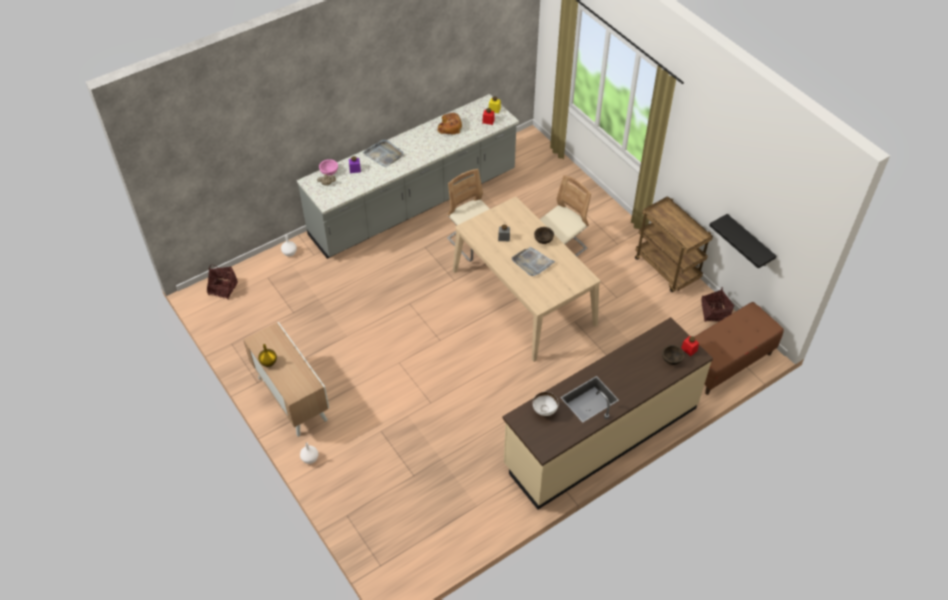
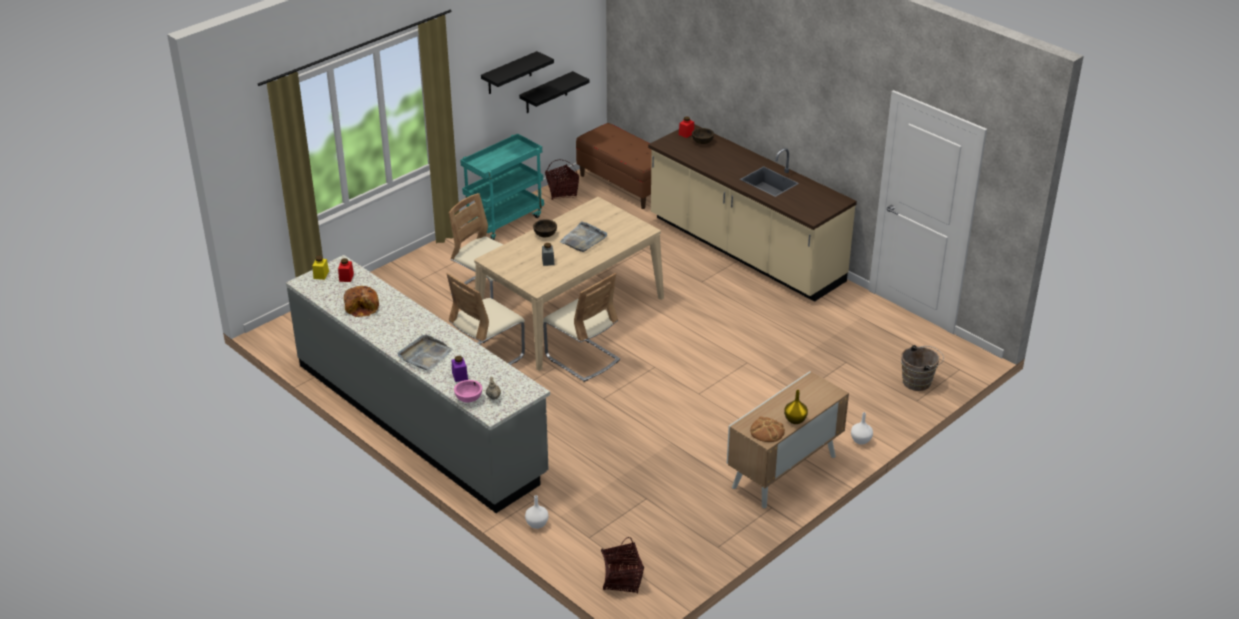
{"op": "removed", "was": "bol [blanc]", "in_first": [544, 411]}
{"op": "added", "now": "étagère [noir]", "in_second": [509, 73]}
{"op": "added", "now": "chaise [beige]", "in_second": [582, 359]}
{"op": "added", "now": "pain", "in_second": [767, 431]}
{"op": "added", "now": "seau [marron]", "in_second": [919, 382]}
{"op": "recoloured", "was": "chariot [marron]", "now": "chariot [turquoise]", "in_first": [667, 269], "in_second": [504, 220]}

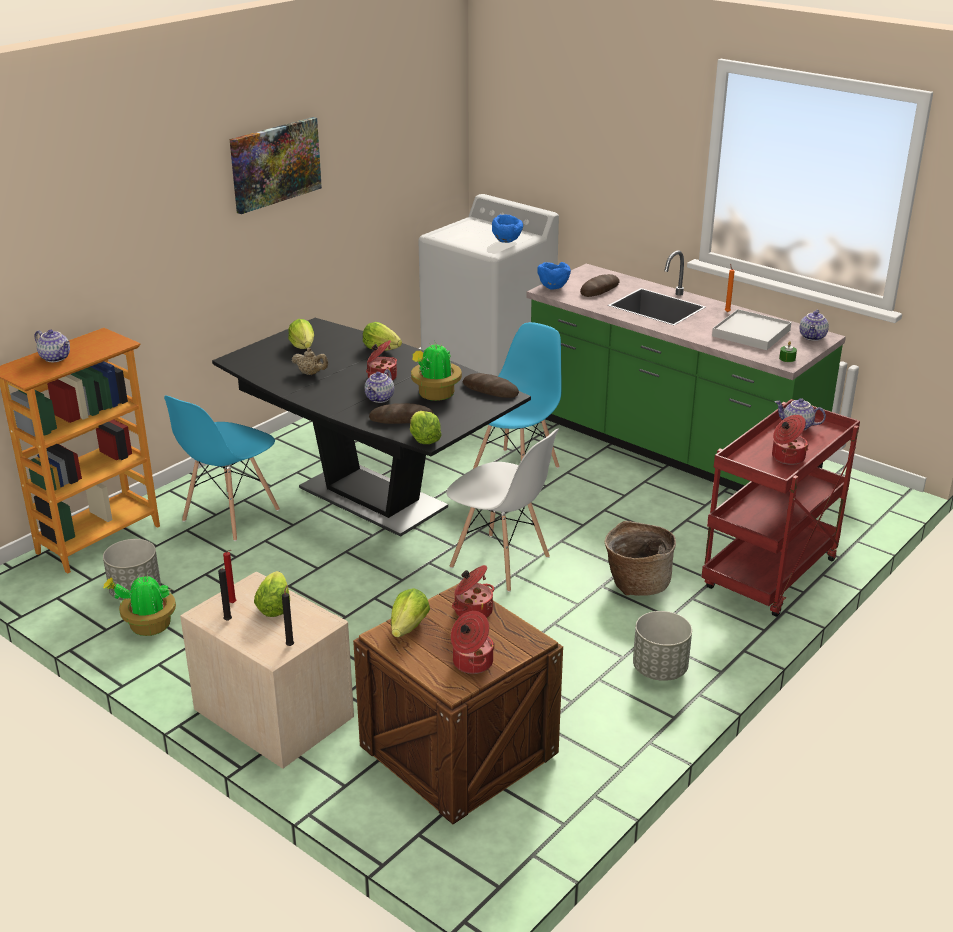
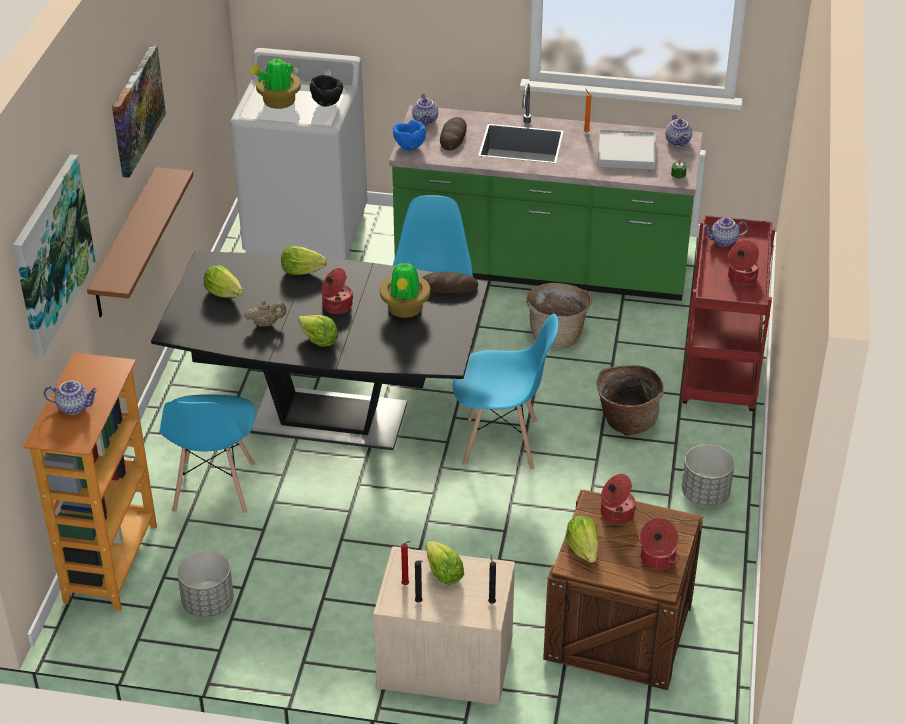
{"op": "removed", "was": "pain", "in_first": [401, 418]}
{"op": "added", "now": "tableau", "in_second": [51, 253]}
{"op": "added", "now": "étagère [marron]", "in_second": [125, 244]}
{"op": "added", "now": "panier", "in_second": [557, 335]}
{"op": "moved", "was": "plante en pot", "in_first": [148, 626], "in_second": [278, 102]}
{"op": "moved", "was": "théière", "in_first": [380, 398], "in_second": [426, 120]}
{"op": "moved", "was": "laitue", "in_first": [424, 440], "in_second": [319, 341]}
{"op": "recoloured", "was": "chaise [blanc]", "now": "chaise [bleu]", "in_first": [500, 563], "in_second": [501, 444]}
{"op": "recoloured", "was": "bol [bleu]", "now": "bol [noir]", "in_first": [507, 241], "in_second": [327, 103]}

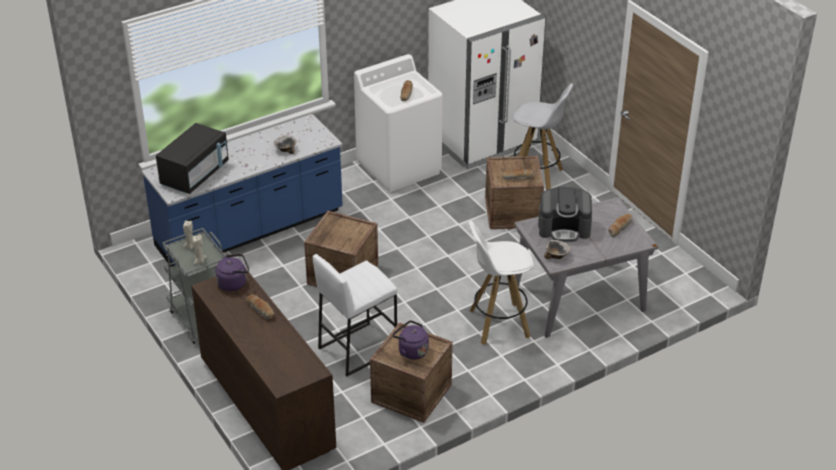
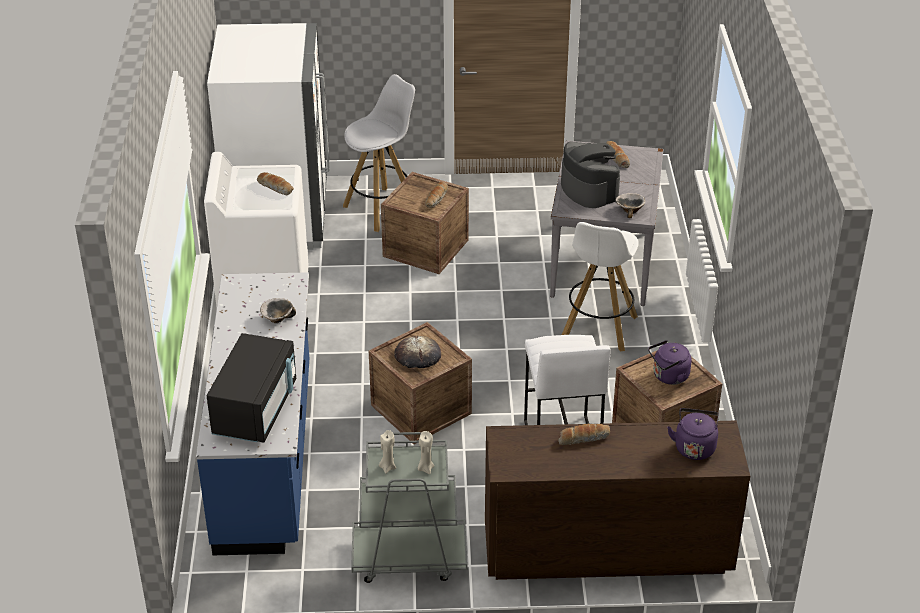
{"op": "added", "now": "pain", "in_second": [417, 356]}
{"op": "moved", "was": "bouilloire [violet]", "in_first": [234, 283], "in_second": [694, 447]}
{"op": "turned", "was": "micro-ondes [noir]", "in_first": [195, 174], "in_second": [255, 410], "clockwise": 45}
{"op": "turned", "was": "machine à café", "in_first": [564, 228], "in_second": [589, 189], "clockwise": -60}

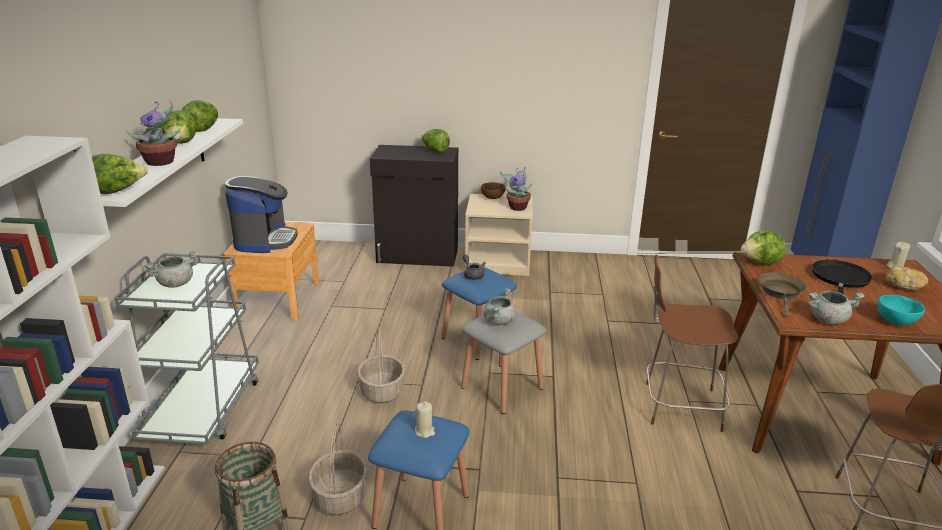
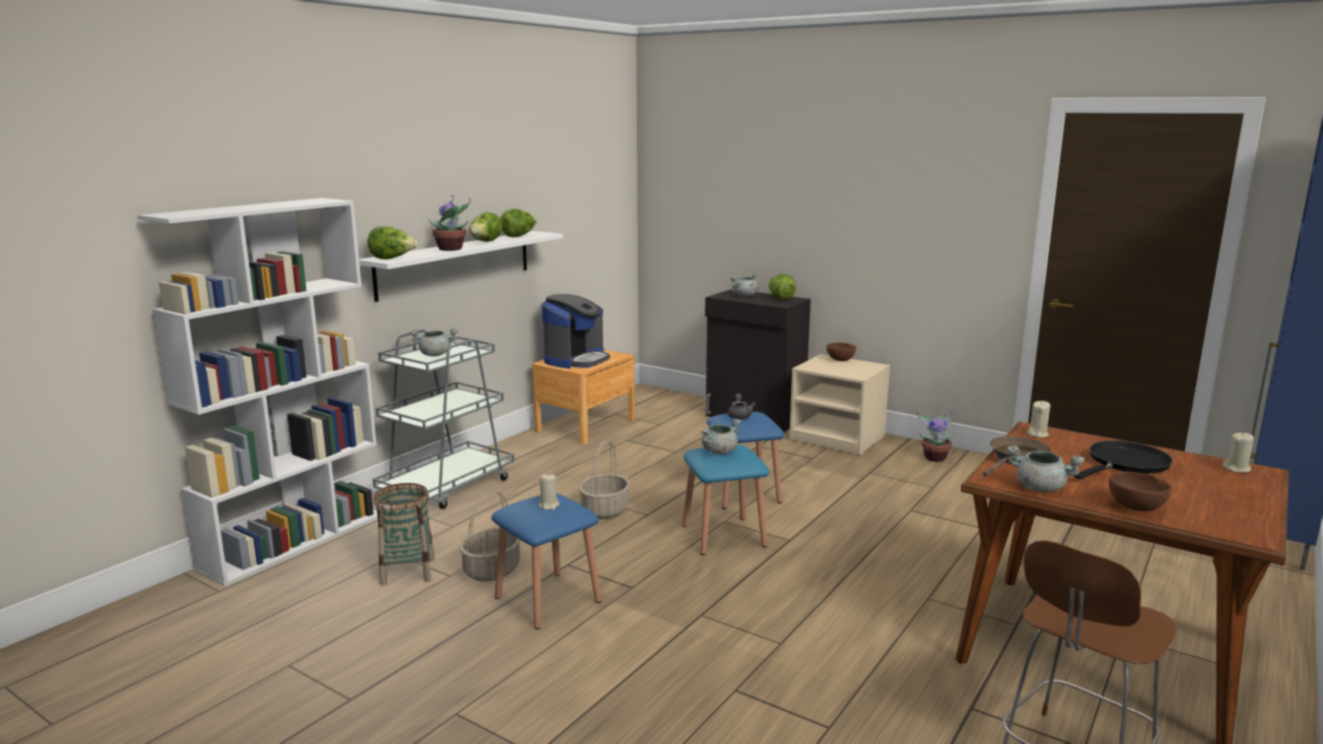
{"op": "removed", "was": "chaise [marron]", "in_first": [679, 406]}
{"op": "removed", "was": "pain", "in_first": [903, 286]}
{"op": "added", "now": "marmite [gris]", "in_second": [744, 296]}
{"op": "moved", "was": "plante en pot", "in_first": [517, 207], "in_second": [934, 457]}
{"op": "replaced", "was": "laitue", "now": "bougie [beige]", "in_first": [761, 263], "in_second": [1037, 434]}
{"op": "recoloured", "was": "tabouret [gris]", "now": "tabouret [bleu]", "in_first": [502, 388], "in_second": [723, 535]}
{"op": "recoloured", "was": "bol [turquoise]", "now": "bol [marron]", "in_first": [896, 322], "in_second": [1136, 508]}

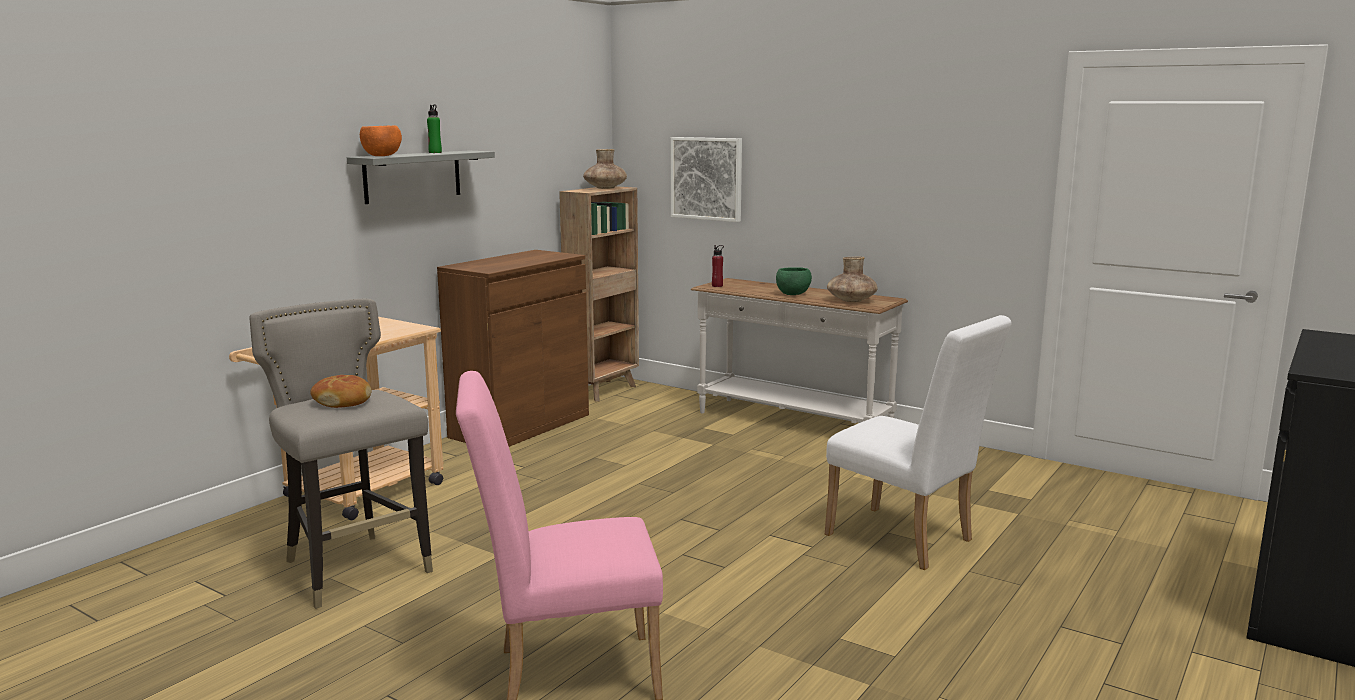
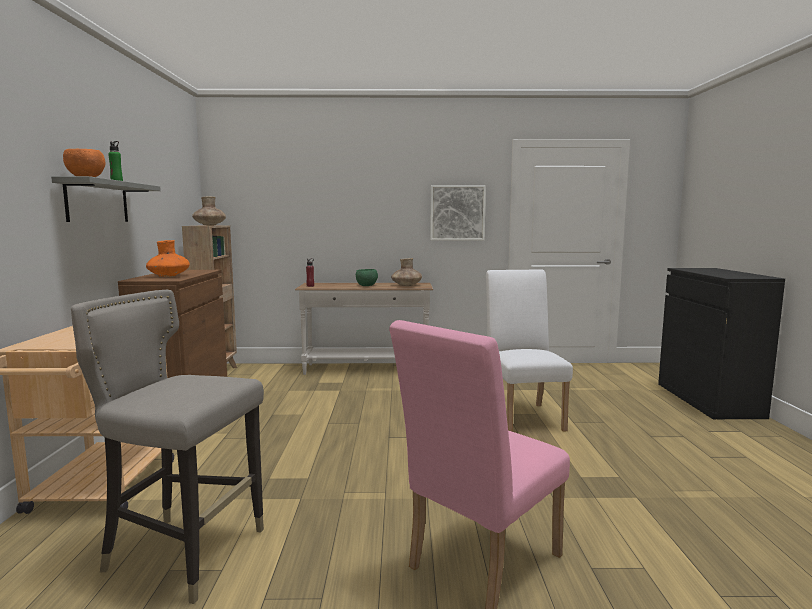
{"op": "removed", "was": "pain", "in_first": [342, 401]}
{"op": "added", "now": "vase [orange]", "in_second": [168, 276]}
{"op": "moved", "was": "tableau", "in_first": [707, 178], "in_second": [457, 213]}
{"op": "turned", "was": "chaise [blanc]", "in_first": [907, 541], "in_second": [523, 415], "clockwise": -105}

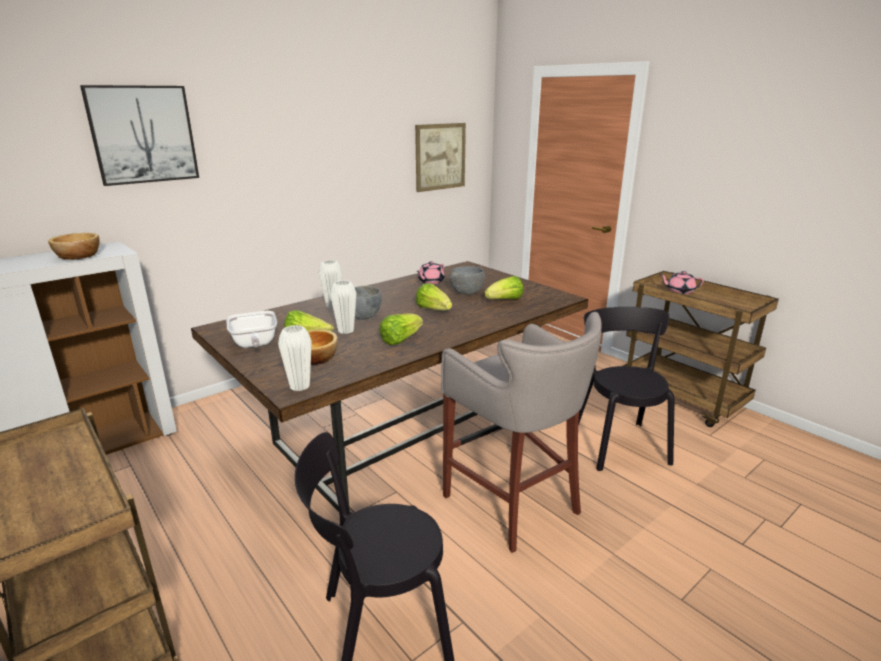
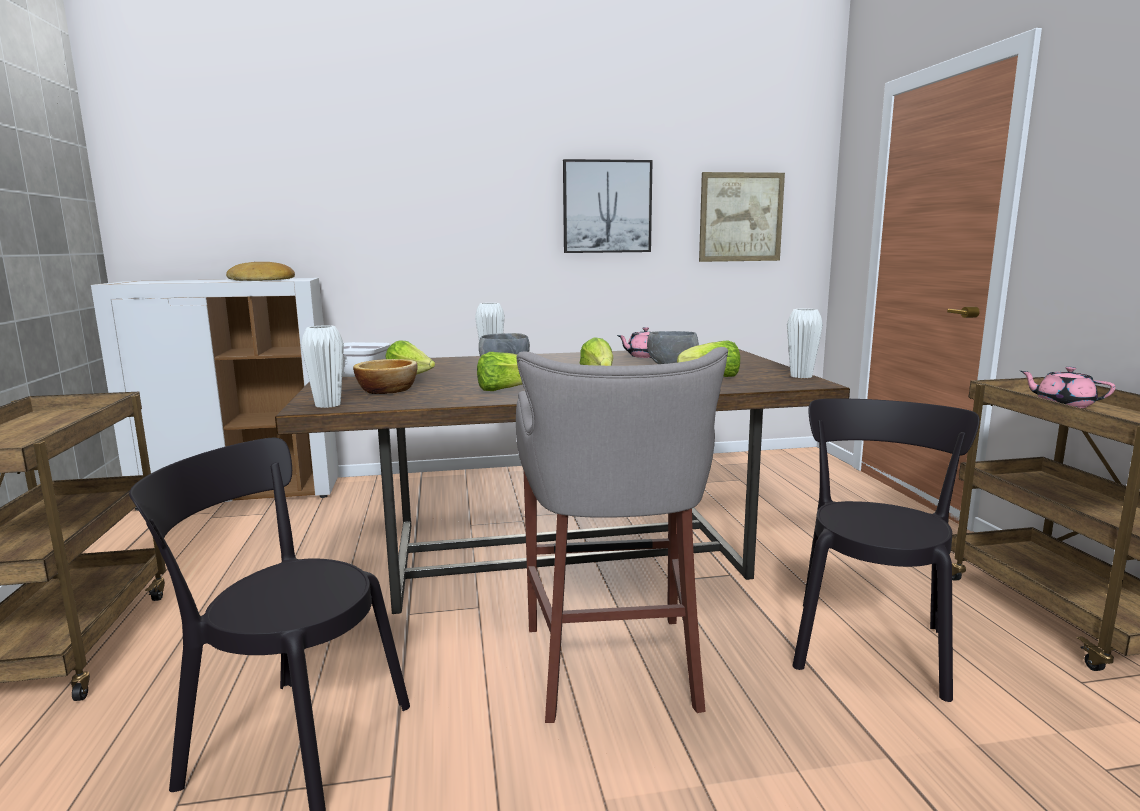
{"op": "moved", "was": "tableau", "in_first": [143, 134], "in_second": [607, 207]}
{"op": "moved", "was": "vase [blanc]", "in_first": [346, 330], "in_second": [801, 376]}
{"op": "replaced", "was": "bol", "now": "pain", "in_first": [79, 256], "in_second": [262, 280]}

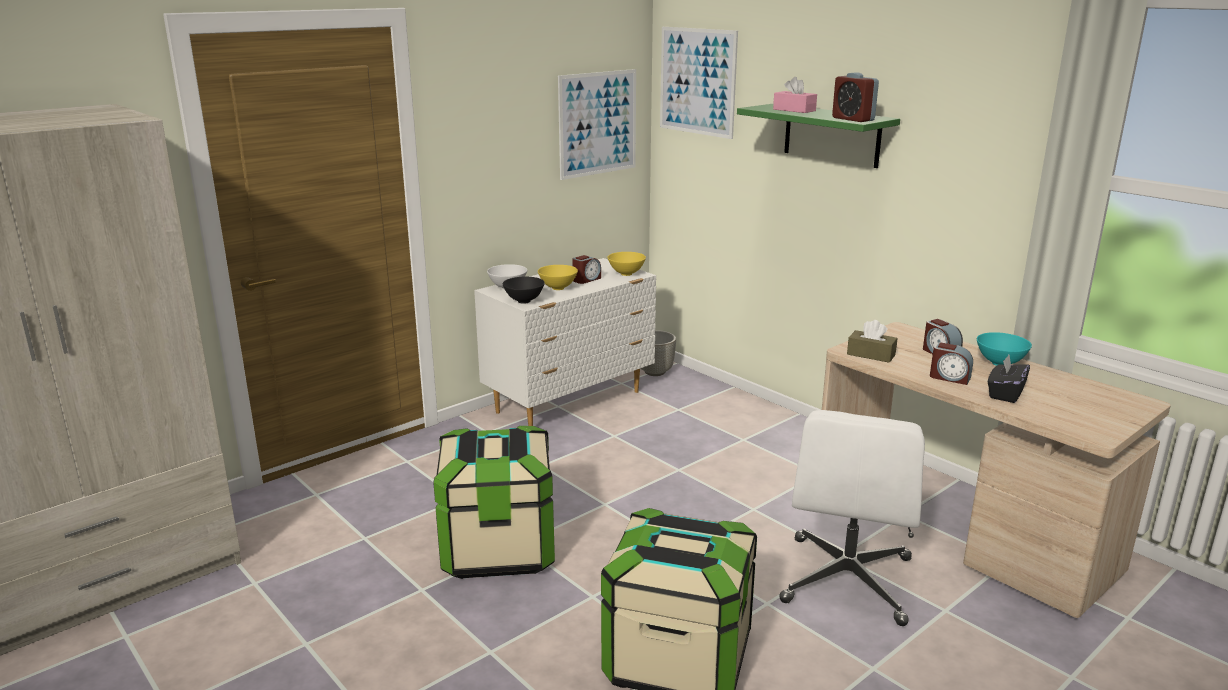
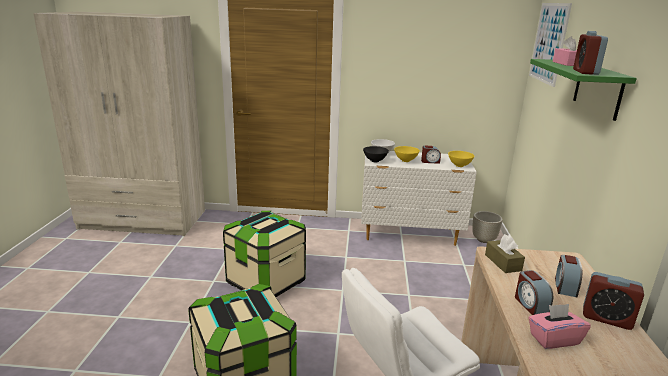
{"op": "removed", "was": "tableau", "in_first": [597, 123]}
{"op": "replaced", "was": "bol [turquoise]", "now": "réveil", "in_first": [1000, 363], "in_second": [606, 318]}
{"op": "recoloured", "was": "boîte à mouchoirs [noir]", "now": "boîte à mouchoirs [rose]", "in_first": [1005, 394], "in_second": [554, 339]}

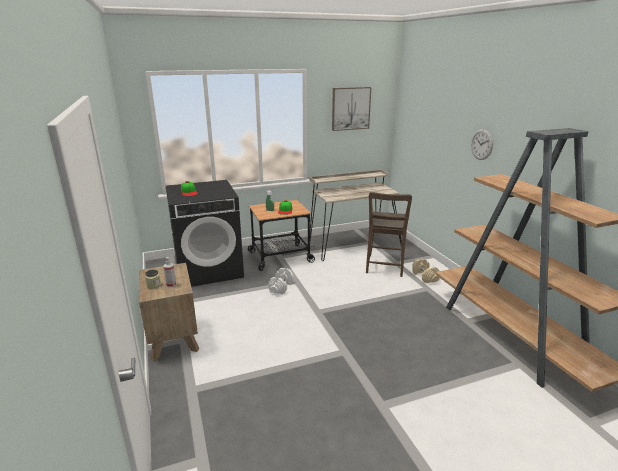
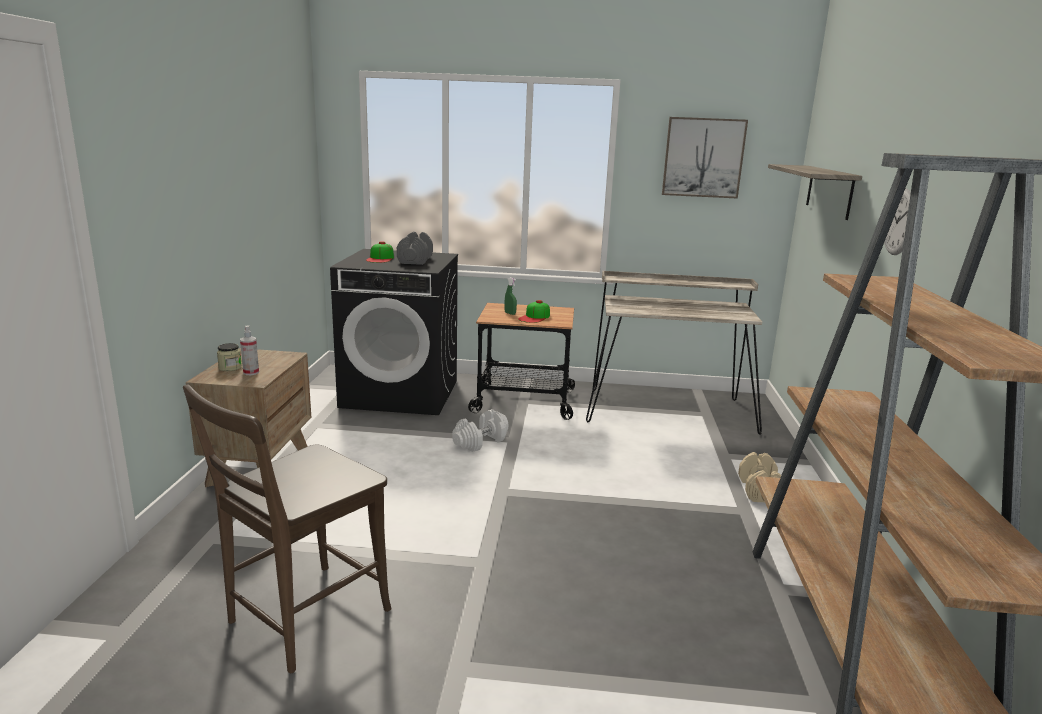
{"op": "added", "now": "haltère [gris]", "in_second": [415, 260]}
{"op": "added", "now": "étagère", "in_second": [829, 191]}
{"op": "moved", "was": "chaise [marron]", "in_first": [384, 267], "in_second": [302, 620]}

